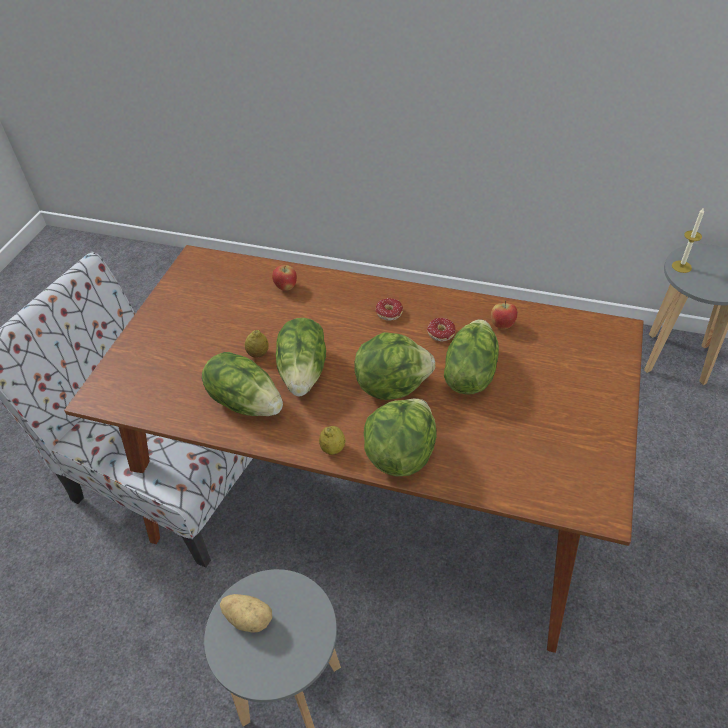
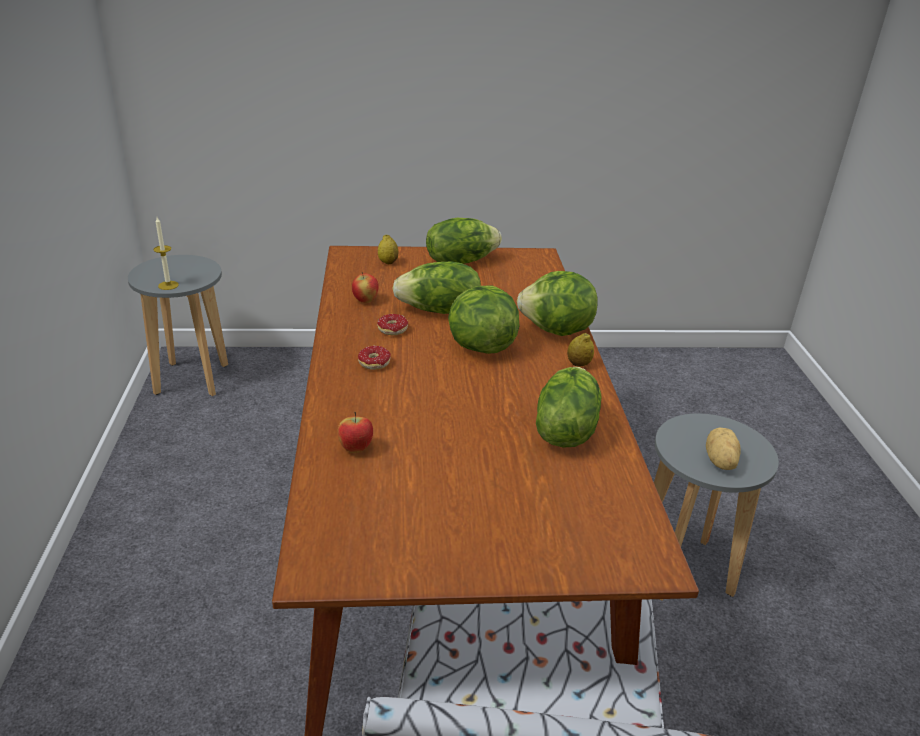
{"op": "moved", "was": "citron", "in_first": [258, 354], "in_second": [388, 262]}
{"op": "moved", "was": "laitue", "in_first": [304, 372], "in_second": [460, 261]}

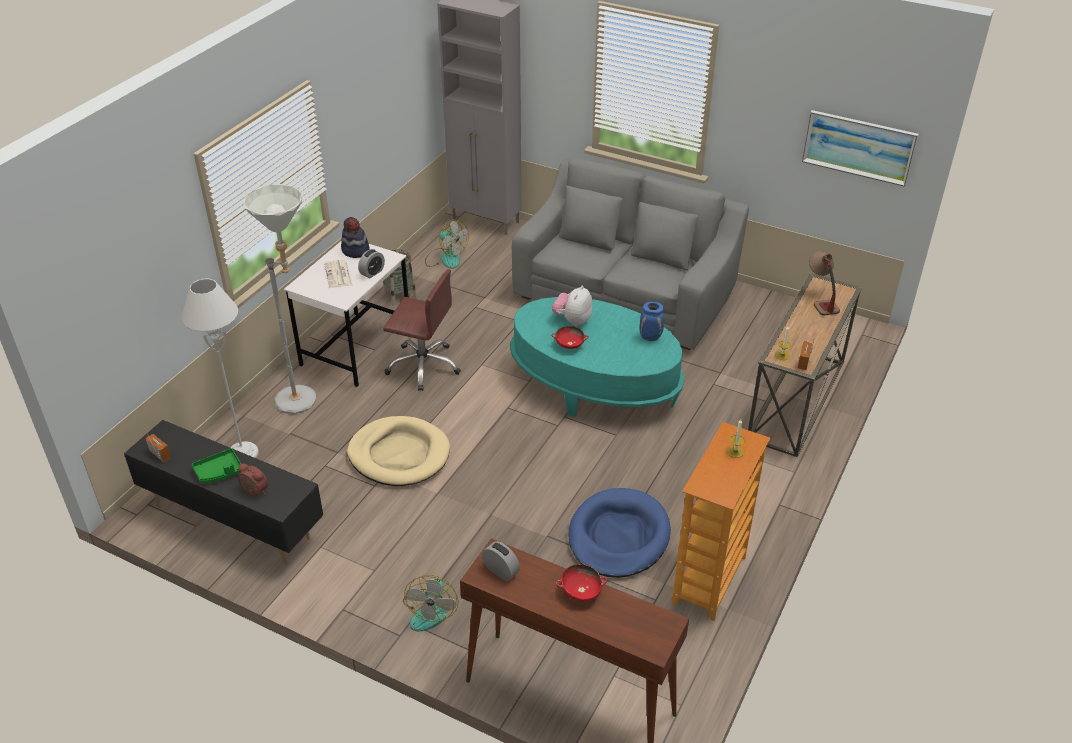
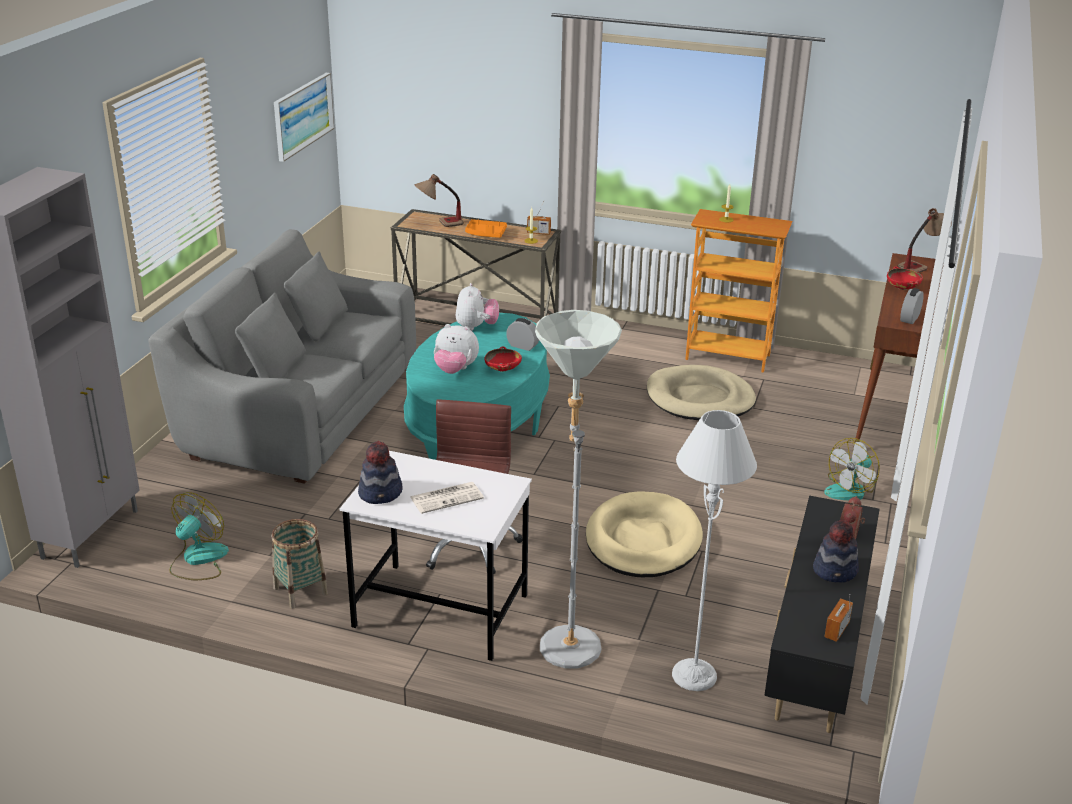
{"op": "added", "now": "plateau [orange]", "in_second": [486, 234]}
{"op": "added", "now": "lampe de table", "in_second": [920, 265]}
{"op": "moved", "was": "réveil", "in_first": [372, 272], "in_second": [522, 346]}
{"op": "replaced", "was": "plateau [vert]", "now": "chapeau", "in_first": [219, 472], "in_second": [835, 570]}
{"op": "replaced", "was": "vase [bleu]", "now": "peluche", "in_first": [651, 337], "in_second": [476, 327]}
{"op": "recoloured", "was": "panier pour chien [bleu]", "now": "panier pour chien [beige]", "in_first": [618, 536], "in_second": [700, 398]}
{"op": "turned", "was": "ventilateur", "in_first": [430, 610], "in_second": [850, 489], "clockwise": 135}

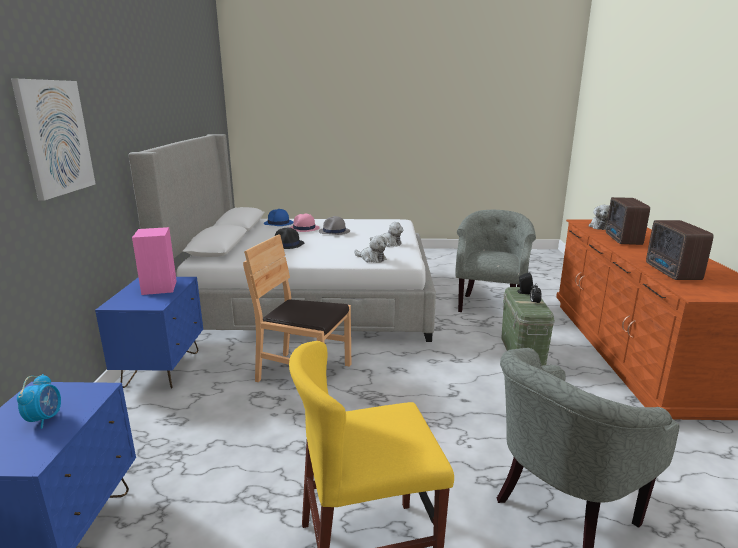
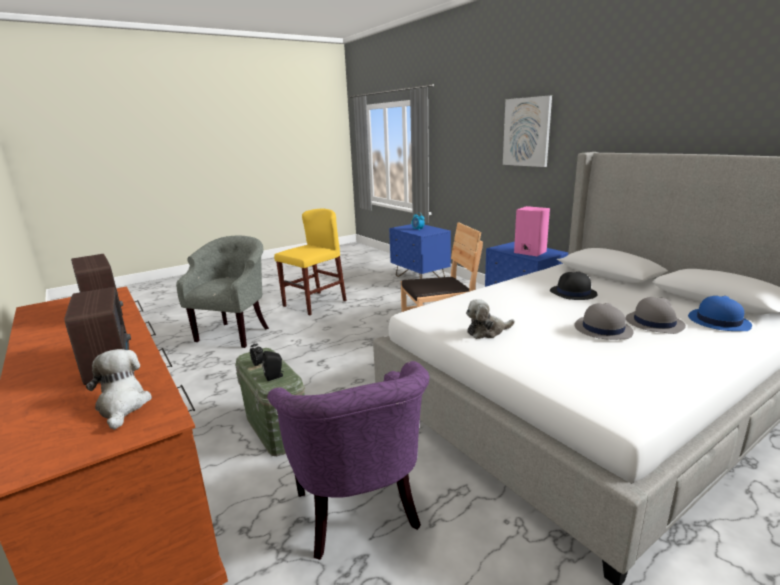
{"op": "removed", "was": "peluche", "in_first": [371, 259]}
{"op": "recoloured", "was": "chapeau [rose]", "now": "chapeau [gris]", "in_first": [304, 229], "in_second": [654, 323]}
{"op": "recoloured", "was": "fauteuil [gris]", "now": "fauteuil [violet]", "in_first": [489, 305], "in_second": [359, 514]}

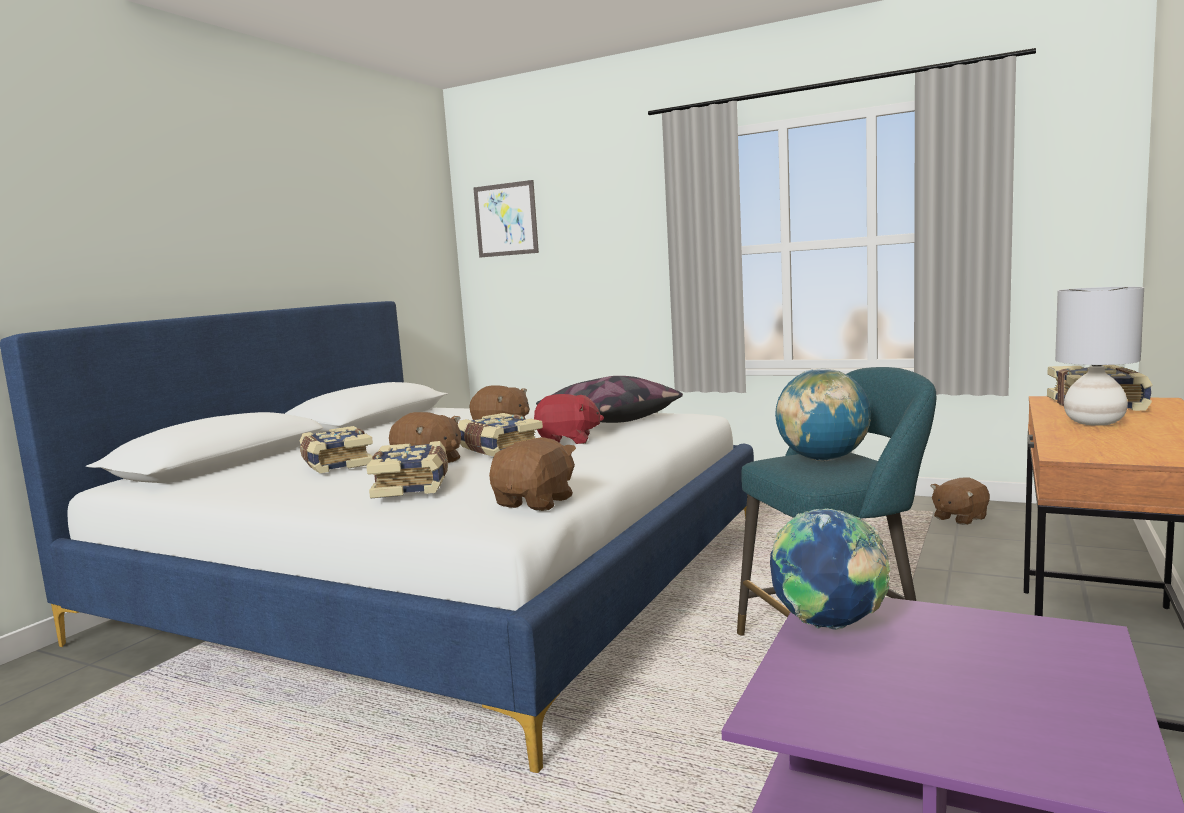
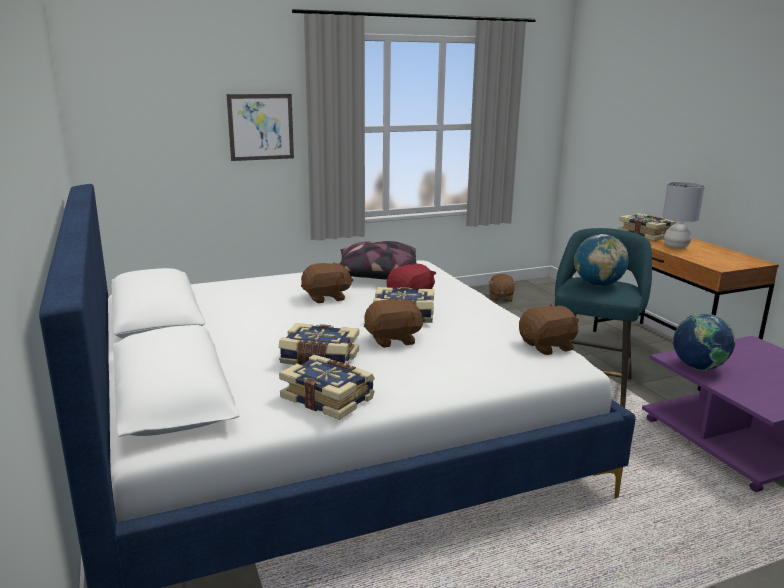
{"op": "moved", "was": "livre", "in_first": [413, 485], "in_second": [328, 398]}
{"op": "moved", "was": "tableau", "in_first": [506, 219], "in_second": [261, 127]}
{"op": "turned", "was": "peluche [marron]", "in_first": [536, 502], "in_second": [548, 346], "clockwise": 90}

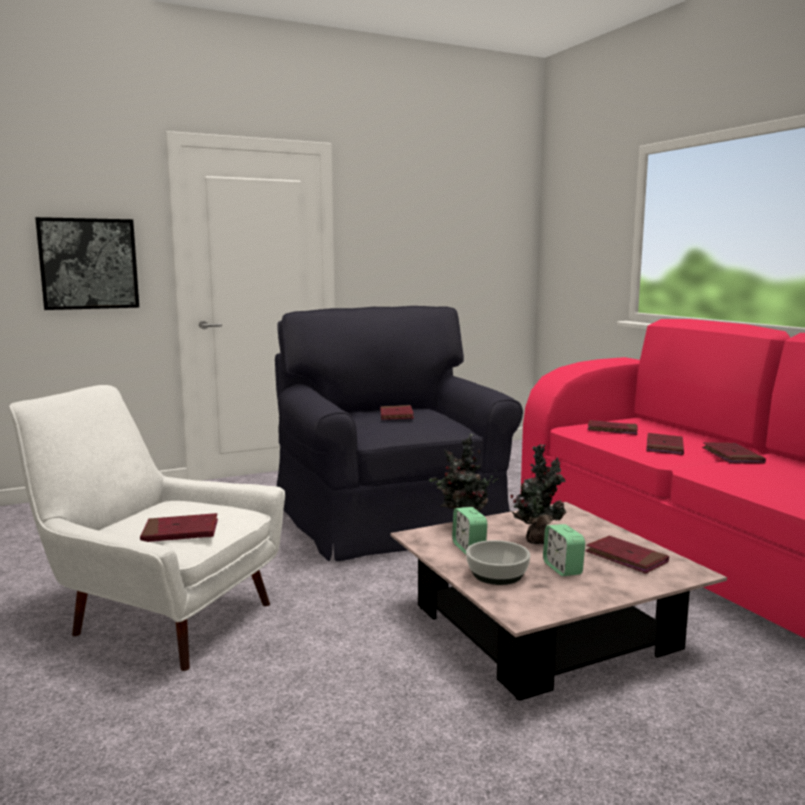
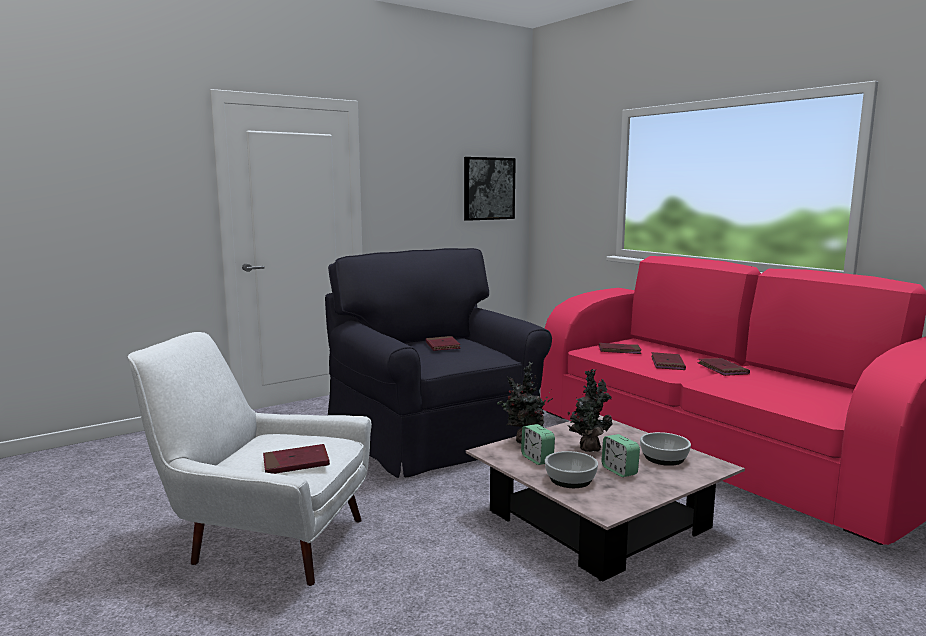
{"op": "moved", "was": "tableau", "in_first": [89, 264], "in_second": [488, 188]}
{"op": "replaced", "was": "livre [rouge]", "now": "bol", "in_first": [626, 558], "in_second": [664, 458]}

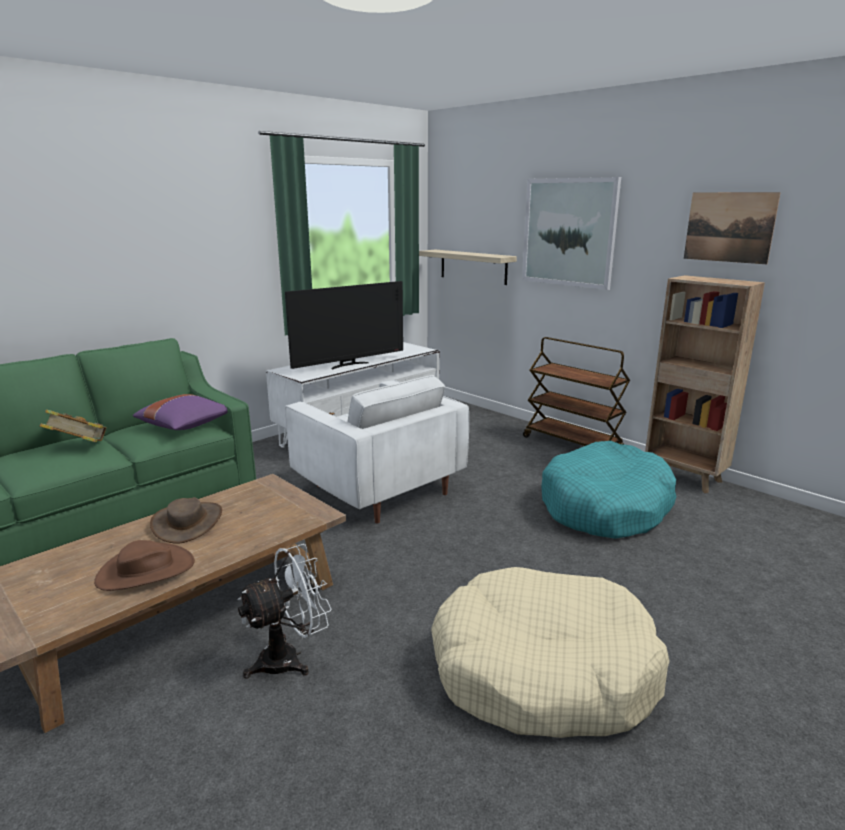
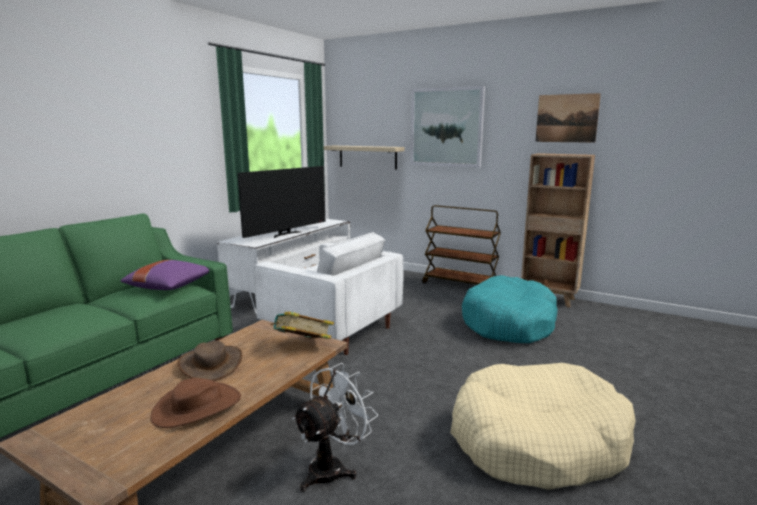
{"op": "moved", "was": "livre", "in_first": [78, 447], "in_second": [302, 346]}

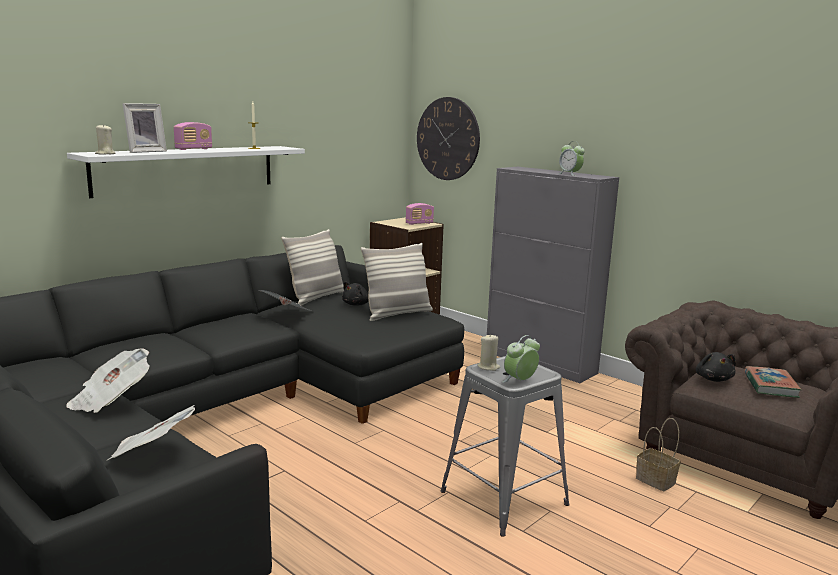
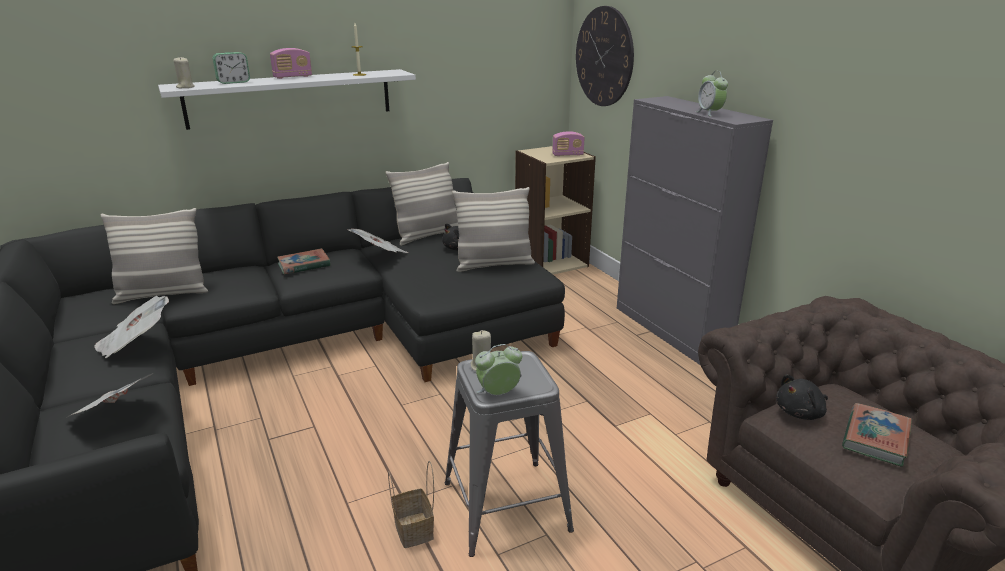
{"op": "added", "now": "coussin", "in_second": [163, 294]}
{"op": "added", "now": "livre", "in_second": [304, 265]}
{"op": "moved", "was": "panier", "in_first": [657, 481], "in_second": [415, 530]}
{"op": "replaced", "was": "cadre photo", "now": "réveil", "in_first": [145, 151], "in_second": [233, 82]}
{"op": "turned", "was": "peluche [noir]", "in_first": [713, 379], "in_second": [800, 413], "clockwise": 45}

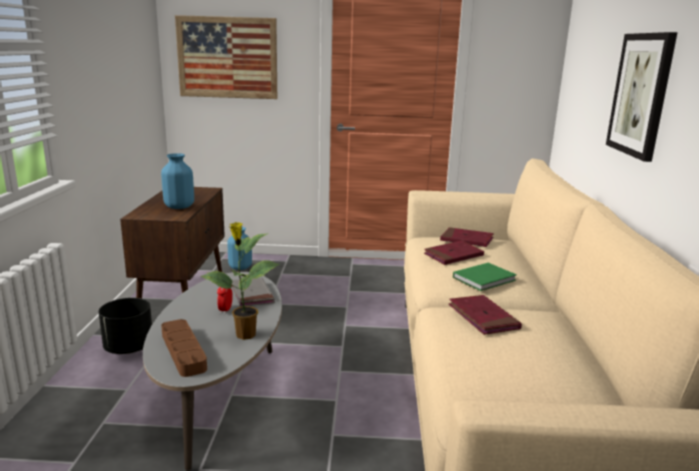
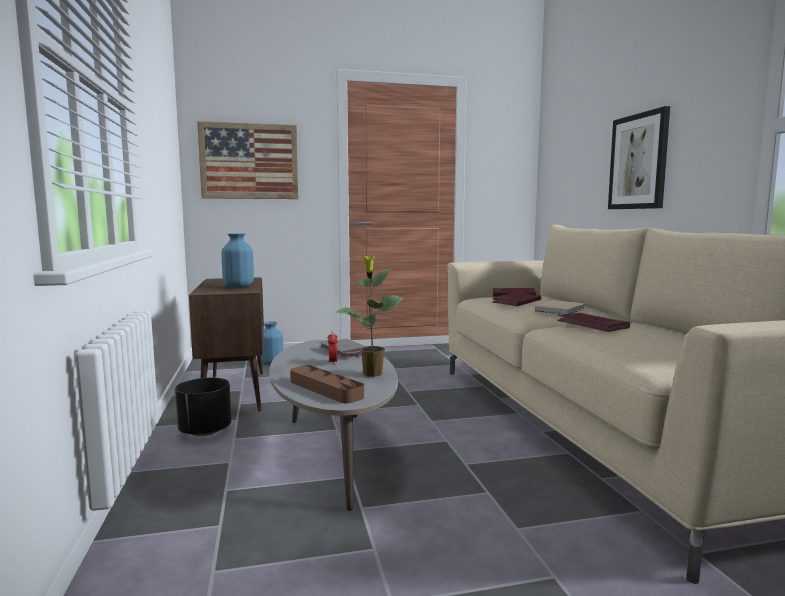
{"op": "recoloured", "was": "livre [vert]", "now": "livre [beige]", "in_first": [485, 279], "in_second": [561, 310]}

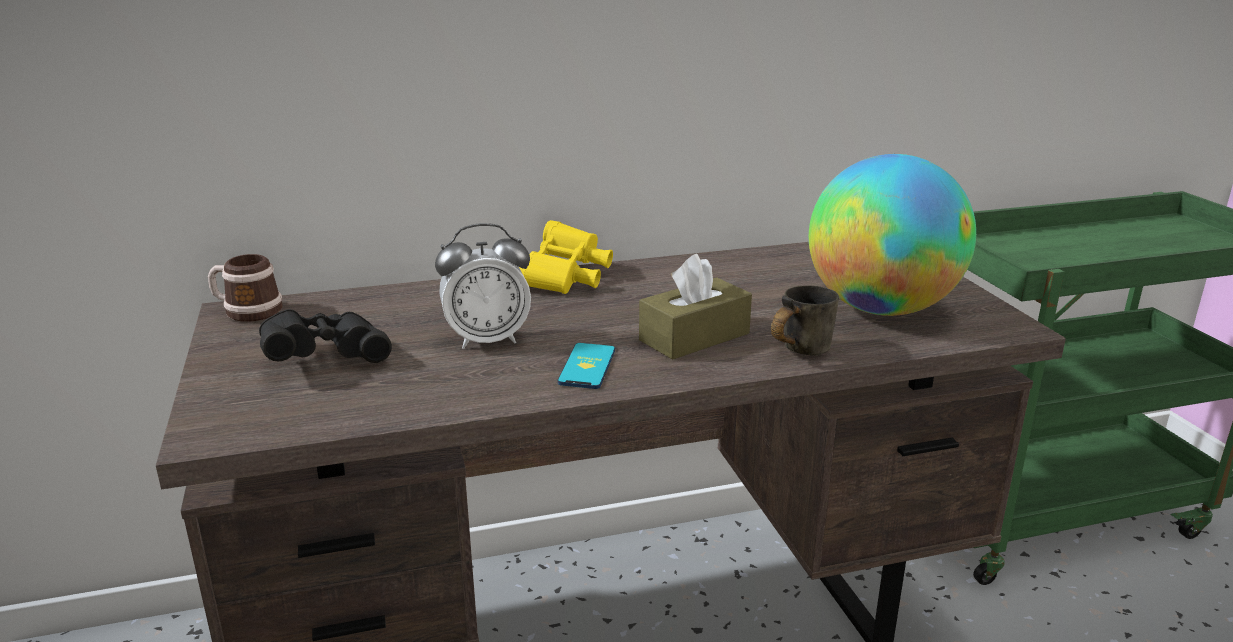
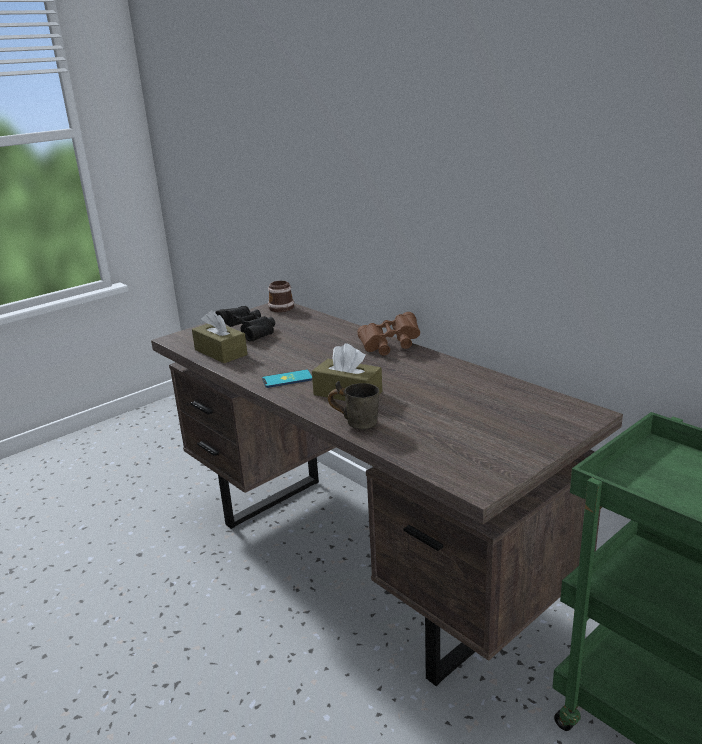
{"op": "removed", "was": "réveil", "in_first": [487, 340]}
{"op": "removed", "was": "globe", "in_first": [881, 308]}
{"op": "added", "now": "boîte à mouchoirs [marron]", "in_second": [220, 352]}
{"op": "recoloured", "was": "jumelles [jaune]", "now": "jumelles [marron]", "in_first": [565, 279], "in_second": [390, 346]}

